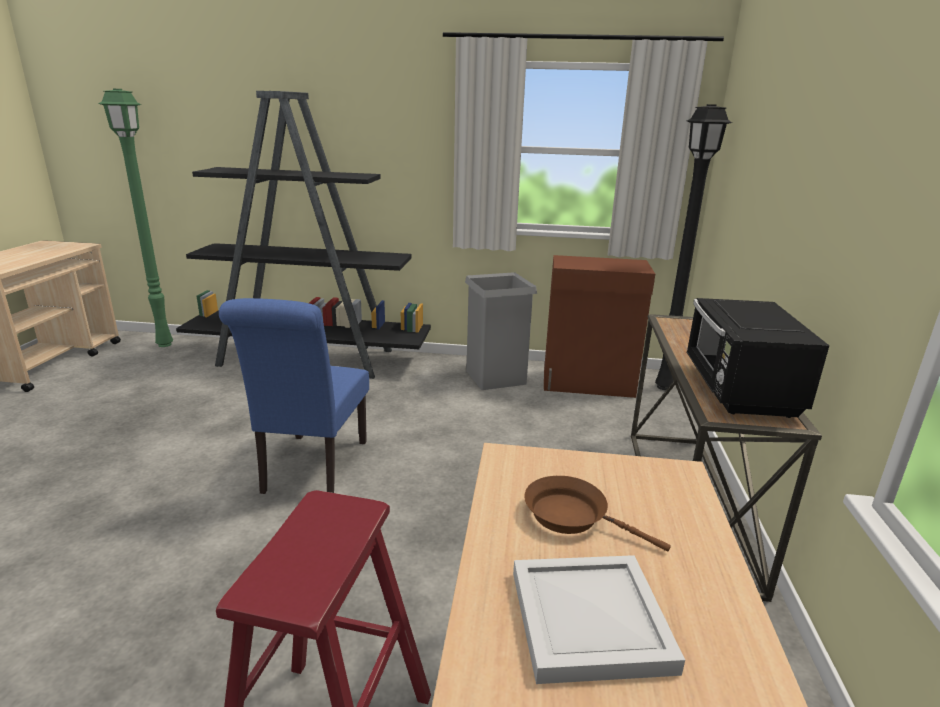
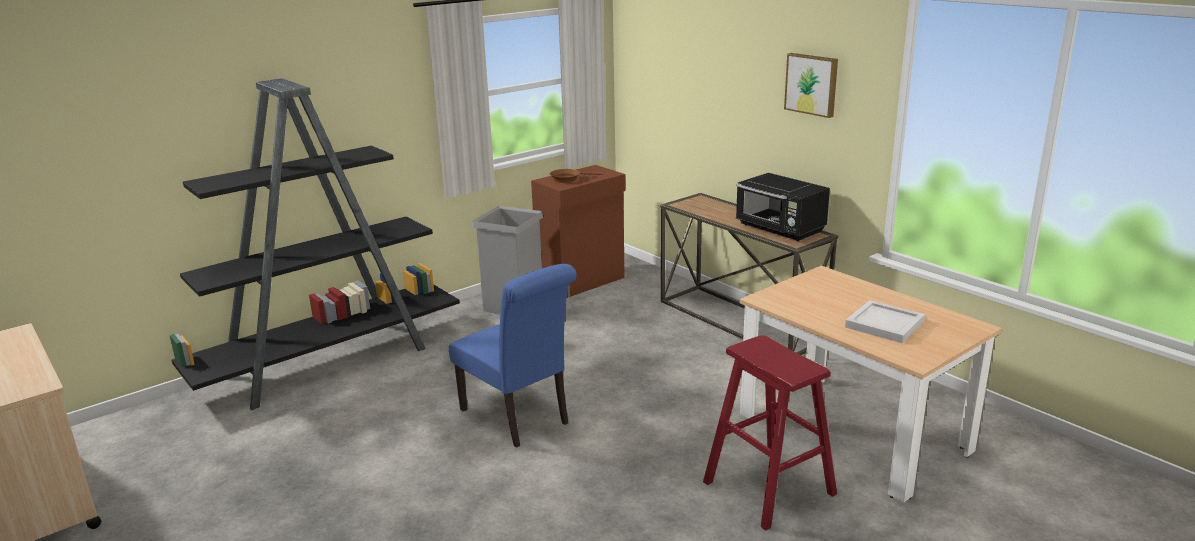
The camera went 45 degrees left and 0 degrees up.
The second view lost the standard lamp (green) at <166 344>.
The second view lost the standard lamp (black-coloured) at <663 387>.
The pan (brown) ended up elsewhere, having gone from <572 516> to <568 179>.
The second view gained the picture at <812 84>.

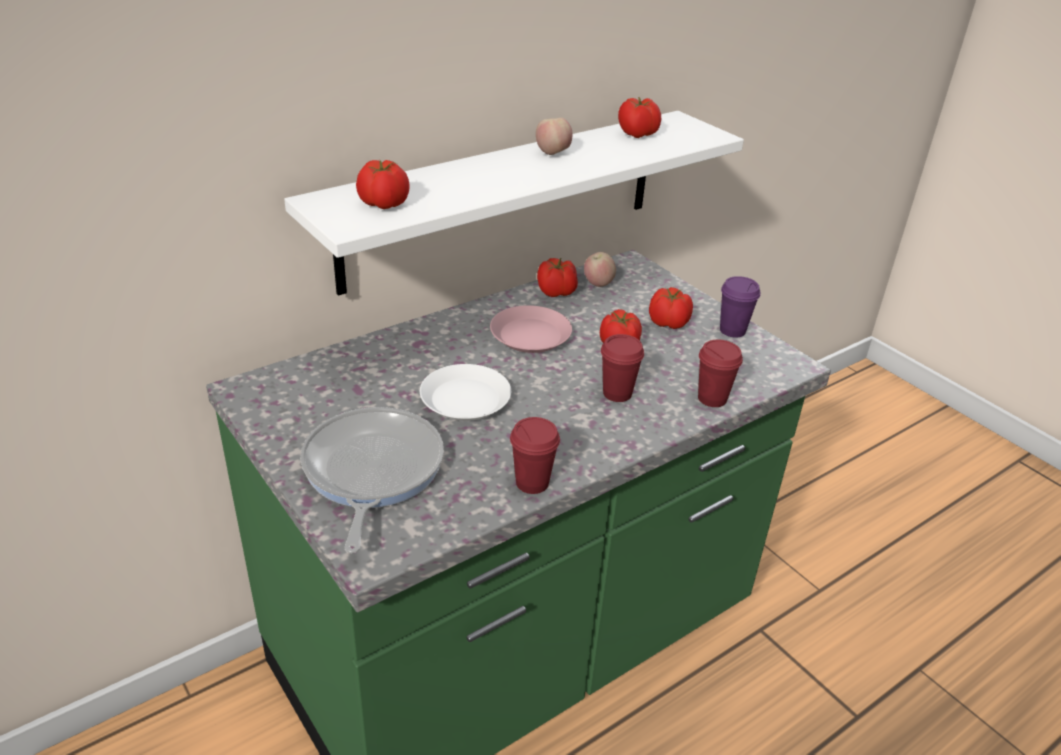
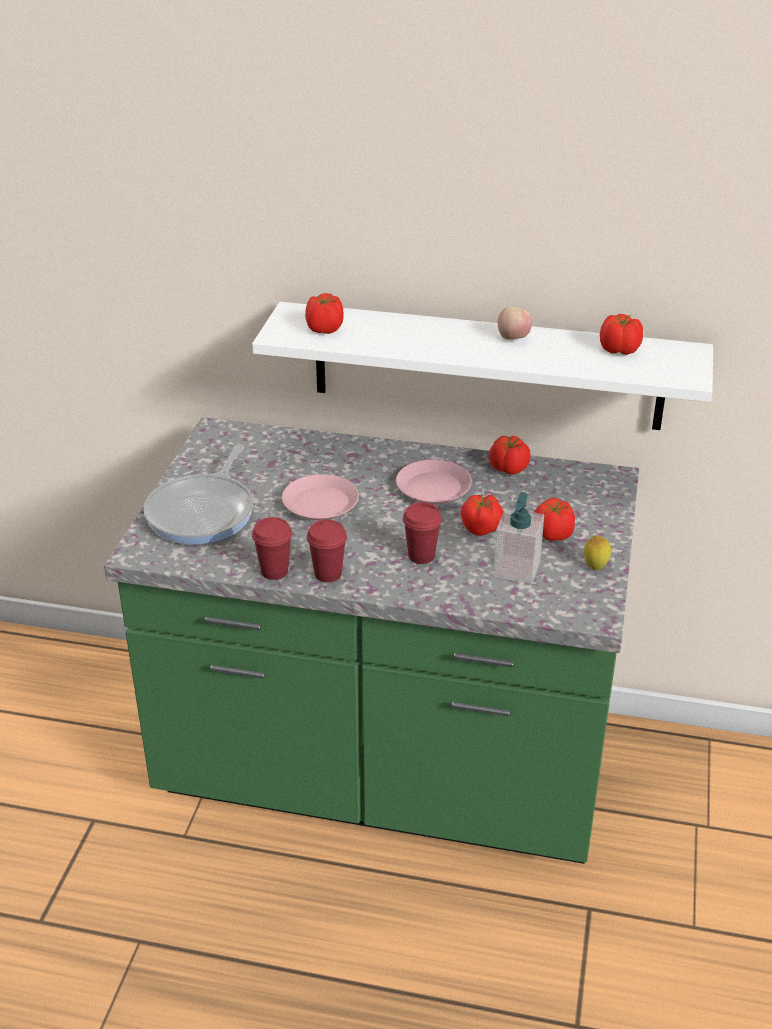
The camera went 50 degrees right and 0 degrees up.
The second view lost the whole apple at <598 284>.
Where the cup (purple) stood at <732 330>, the whole lemon came to stand at <595 567>.
The cup (reddish) ended up elsewhere, having gone from <712 399> to <328 574>.
What was the plate (white-coloured) at <465 399> turned into the plate (pink-coloured) at <321 504>.
The pan at <371 472> ended up facing another way, 150 degrees clockwise from before.
The second view gained the liquid soap bottle at <516 569>.

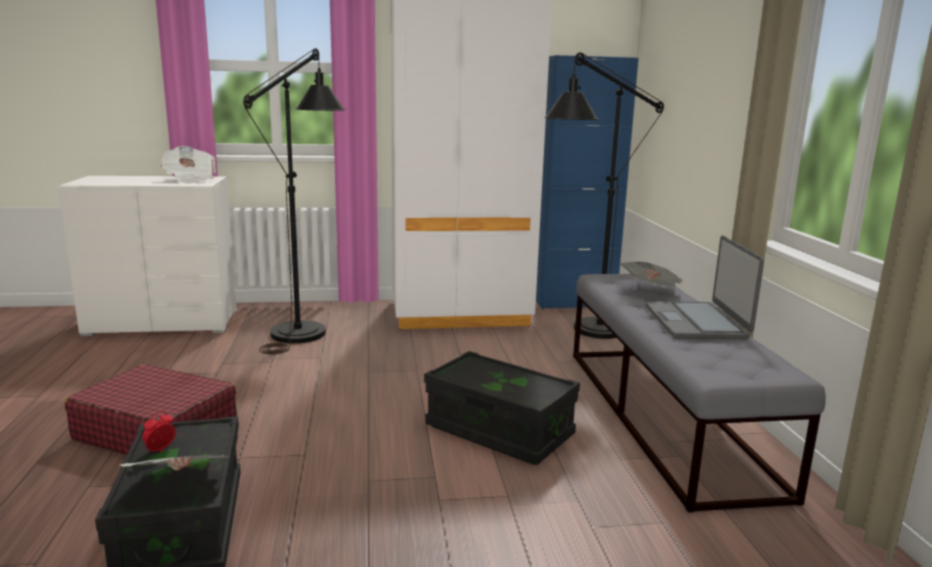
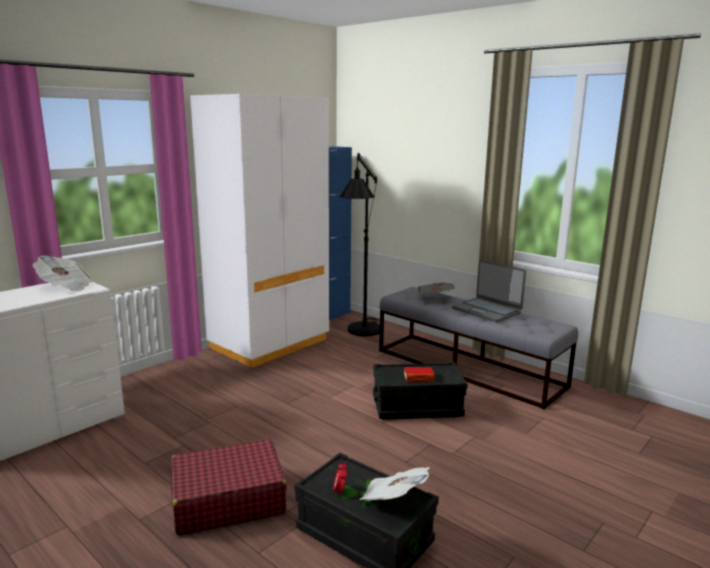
The camera went 40 degrees left and 0 degrees up.
The second view lost the standard lamp (black-coloured) at <306 328>.
The second view gained the bound book at <419 378>.

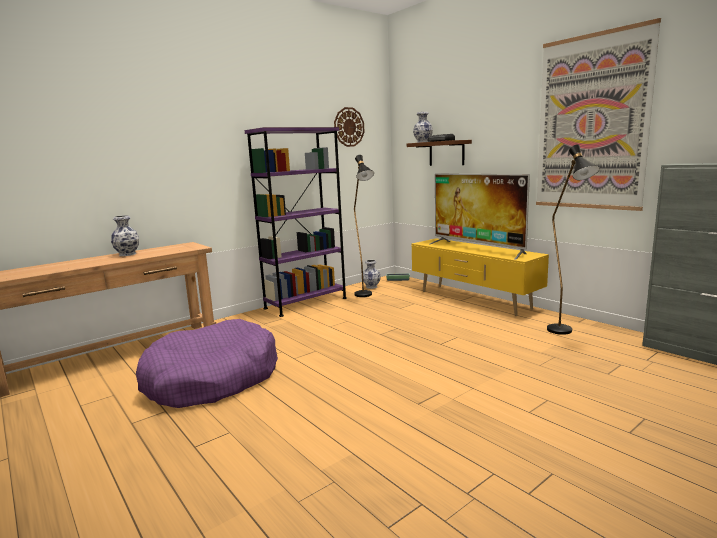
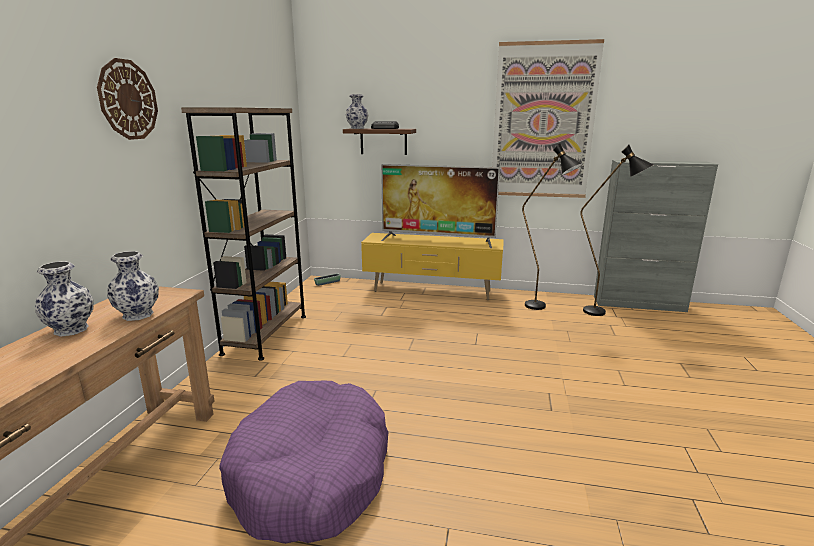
The camera went 40 degrees left and 5 degrees up.
The clock on the wall ended up elsewhere, having gone from <349 127> to <128 100>.
What was the shelving unit (purple) at <306 303> turned into the shelving unit (brown) at <266 334>.
The standard lamp (black-coloured) ended up elsewhere, having gone from <366 296> to <602 313>.
The flower vase ended up elsewhere, having gone from <371 287> to <137 315>.

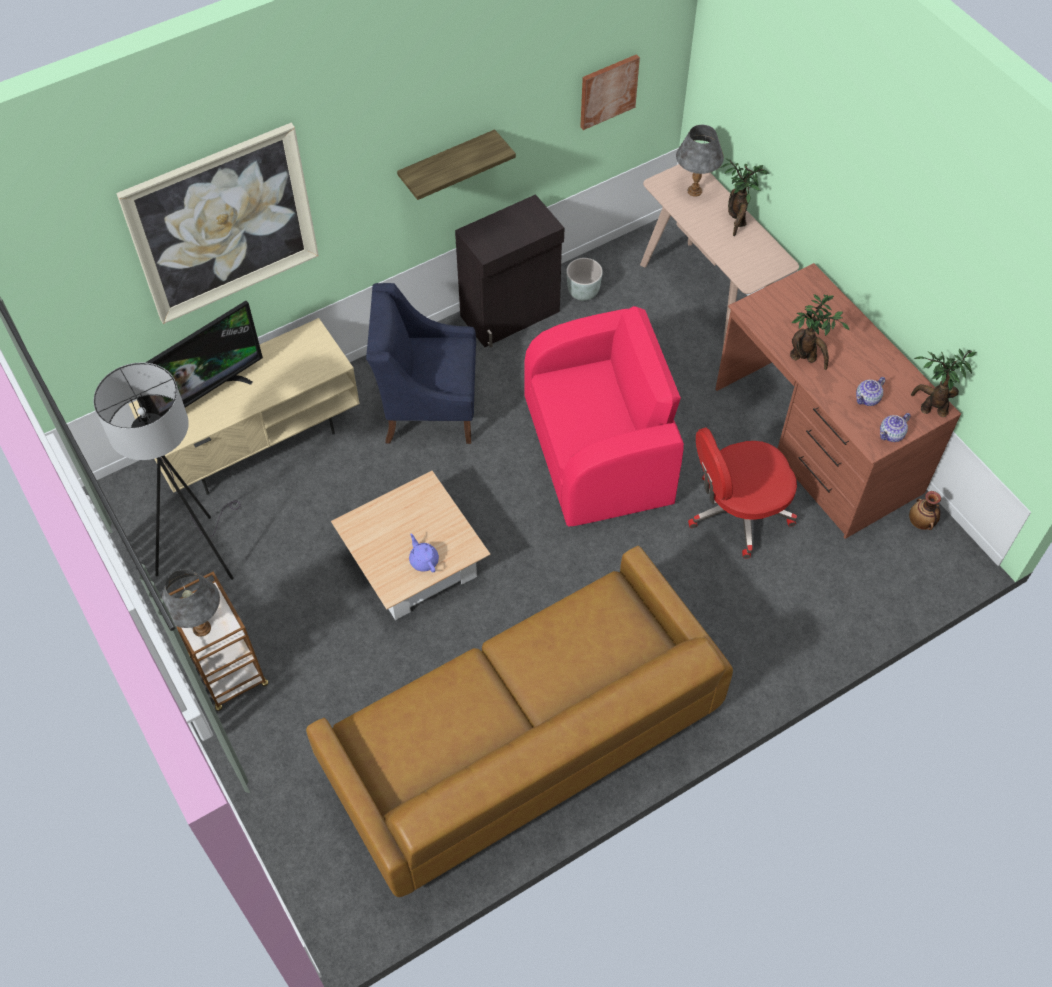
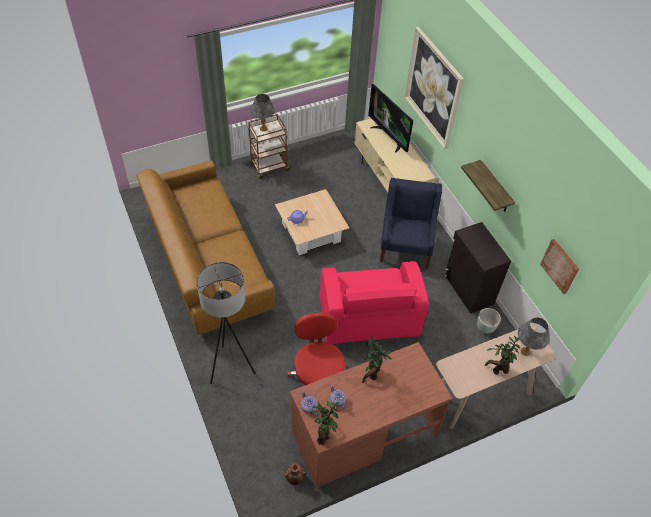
The camera went 95 degrees right and 5 degrees down.
The standard lamp (gray) ended up elsewhere, having gone from <200 551> to <233 368>.

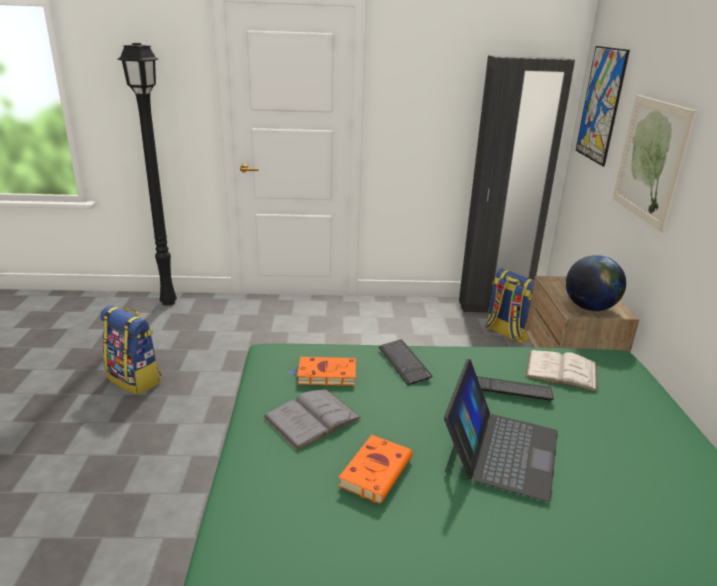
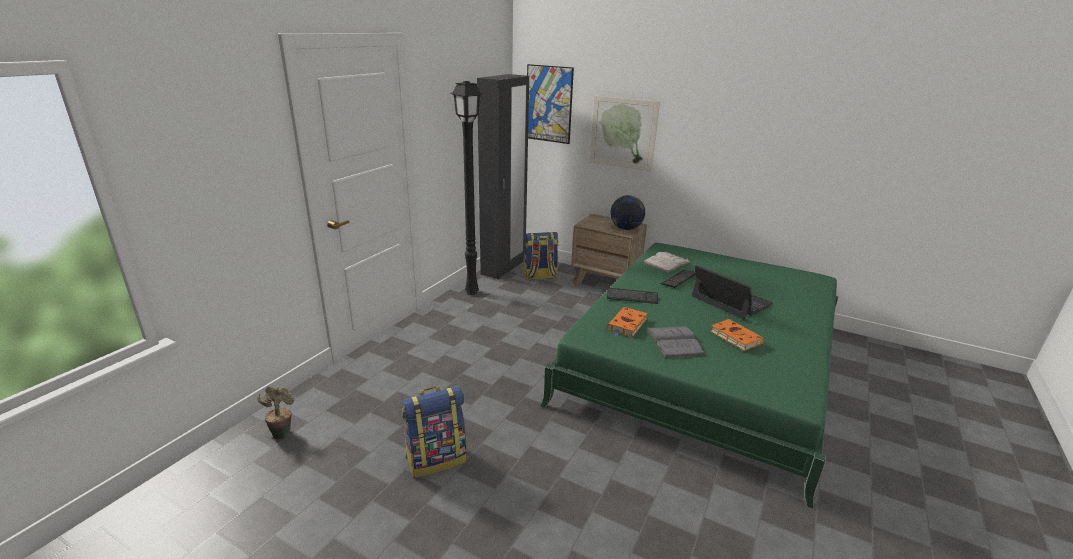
The camera went 60 degrees left and 0 degrees up.
The standard lamp (black-coloured) ended up elsewhere, having gone from <170 302> to <472 292>.
The second view gained the plant in a pot at <282 432>.

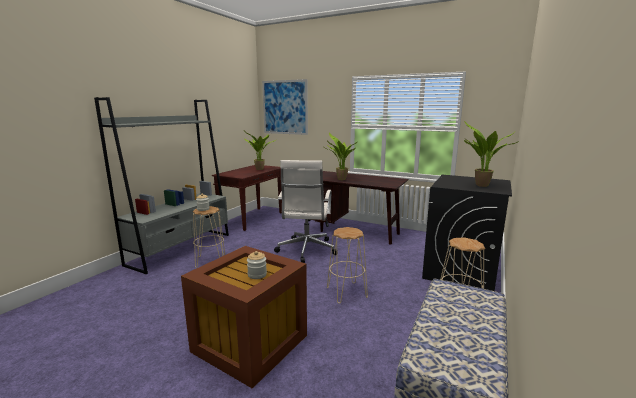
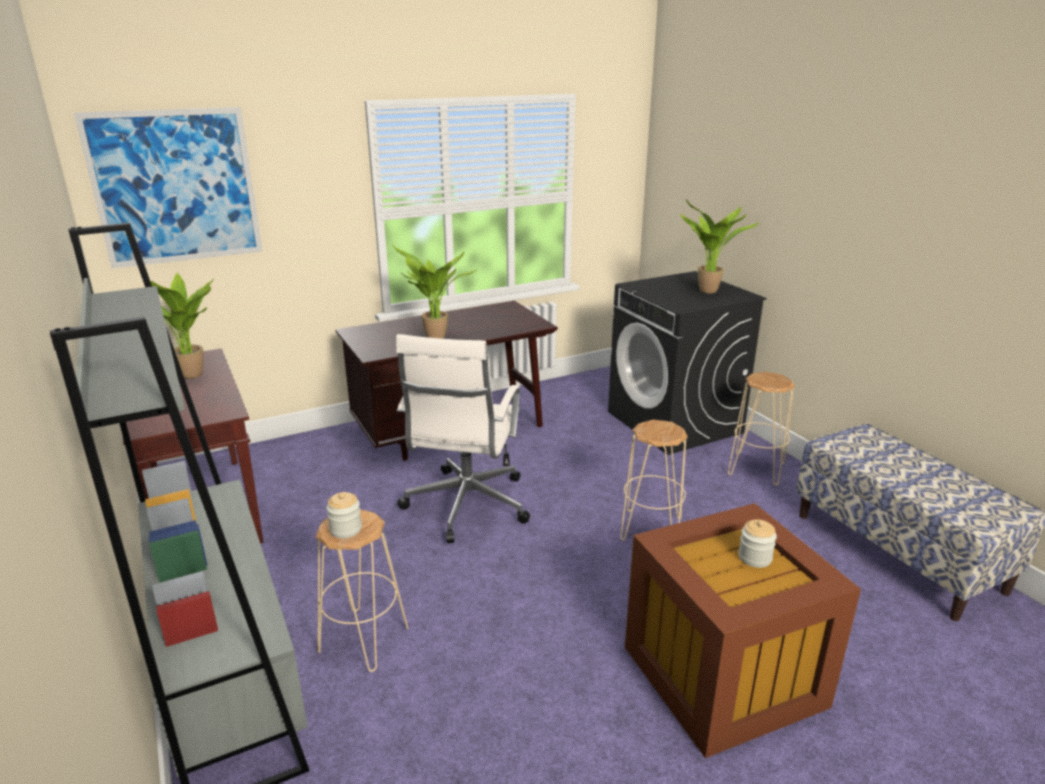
The camera went 55 degrees left and 10 degrees up.
The computer chair (white-coloured) at <306 250> ended up facing another way, 60 degrees clockwise from before.

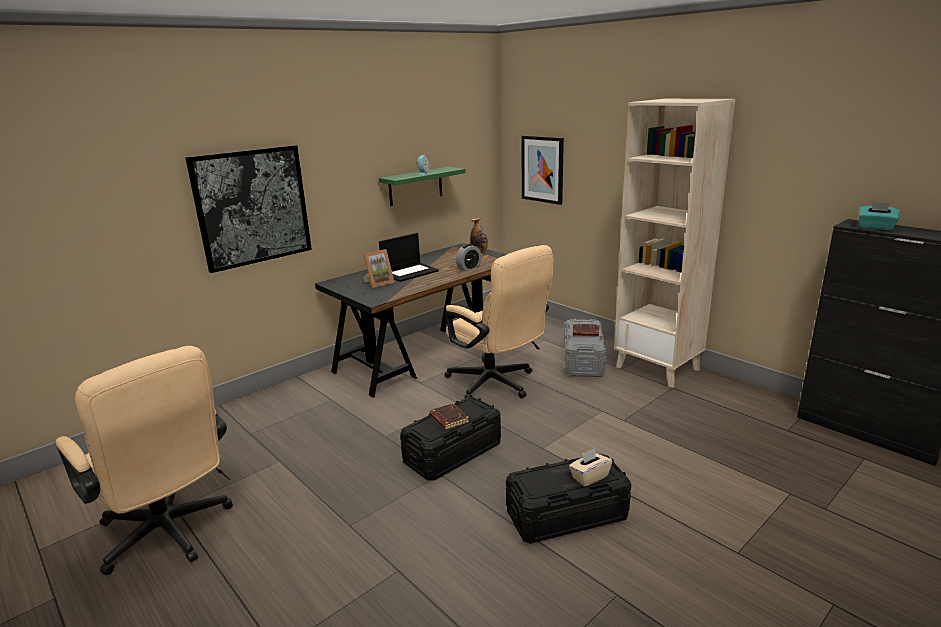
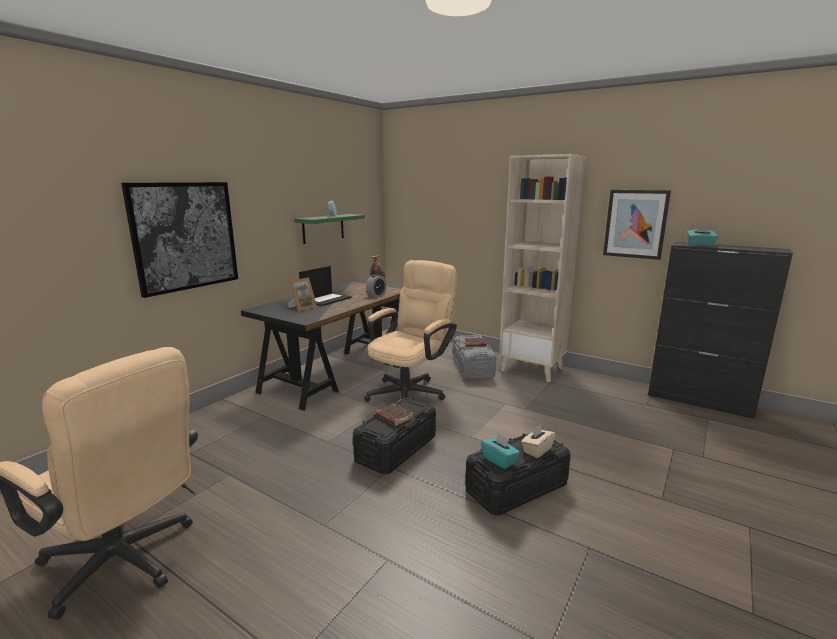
The camera went 15 degrees left and 5 degrees down.
The picture ended up elsewhere, having gone from <542 169> to <635 224>.
The computer chair (beige-coloured) at <496 385> ended up facing another way, 90 degrees counterclockwise from before.
The second view gained the tissue box (turquoise) at <499 460>.

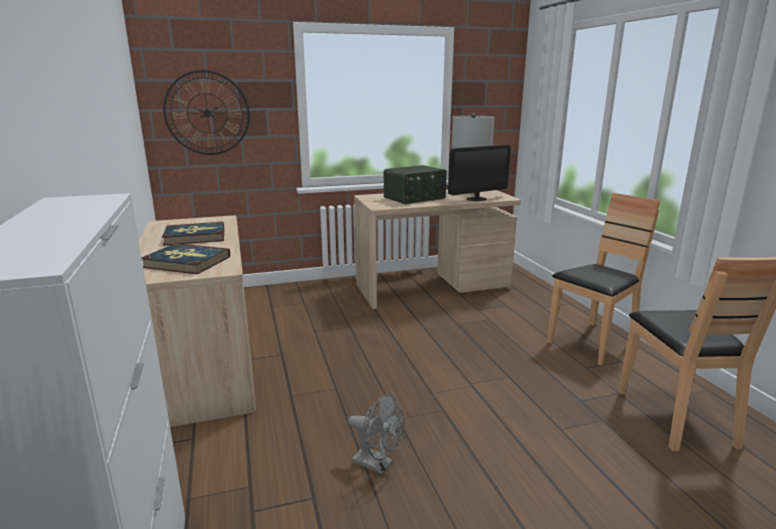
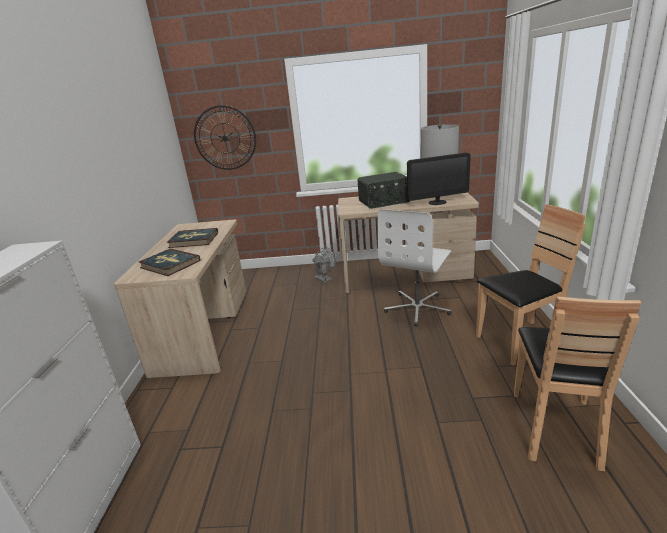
The camera went 20 degrees right and 5 degrees up.
The fan (gray) ended up elsewhere, having gone from <378 464> to <325 280>.
The second view gained the computer chair (white-coloured) at <418 308>.

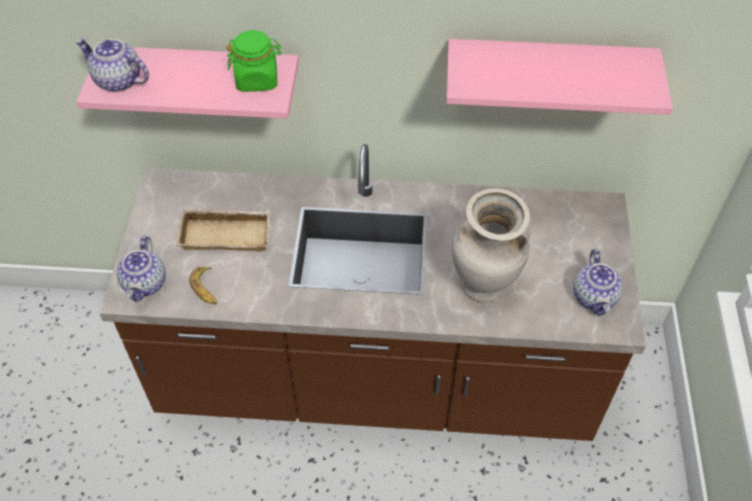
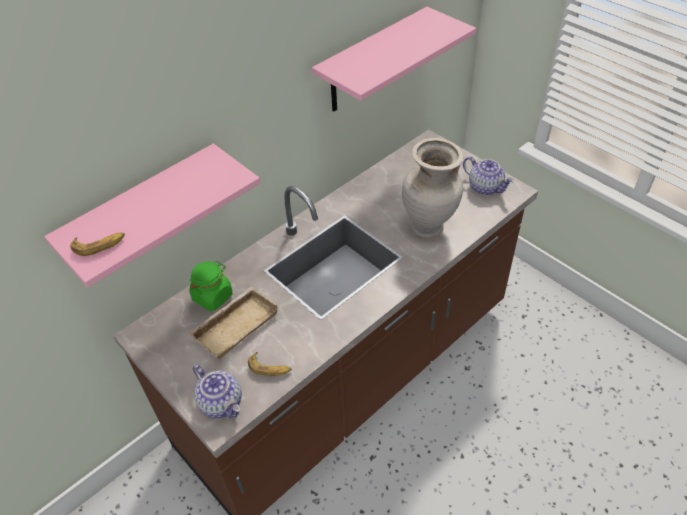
The camera went 45 degrees left and 5 degrees down.
The preserve jar (green) ended up elsewhere, having gone from <257 79> to <213 296>.
Where the teapot stood at <117 81>, the banana came to stand at <99 245>.

